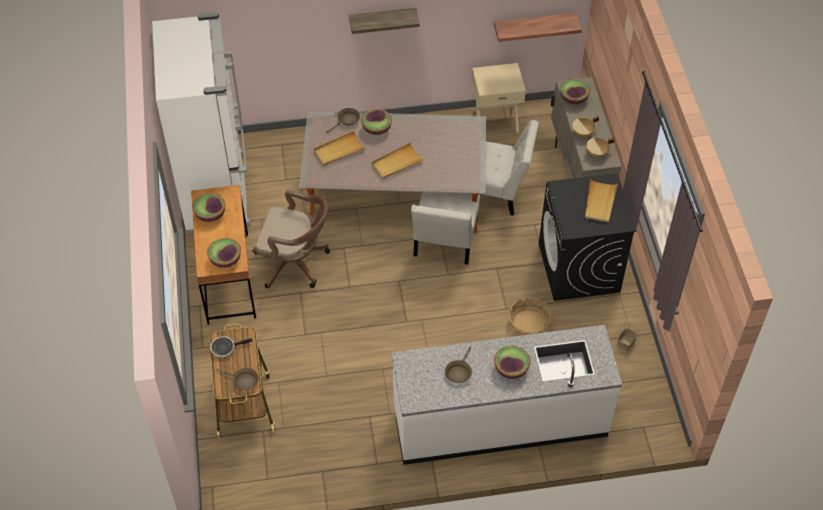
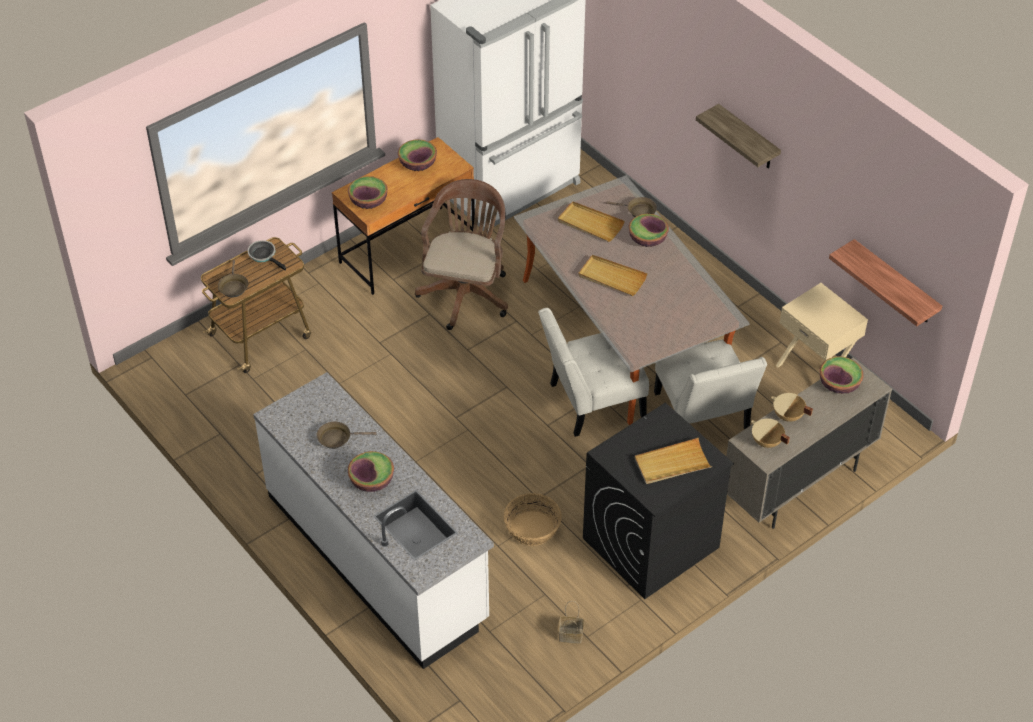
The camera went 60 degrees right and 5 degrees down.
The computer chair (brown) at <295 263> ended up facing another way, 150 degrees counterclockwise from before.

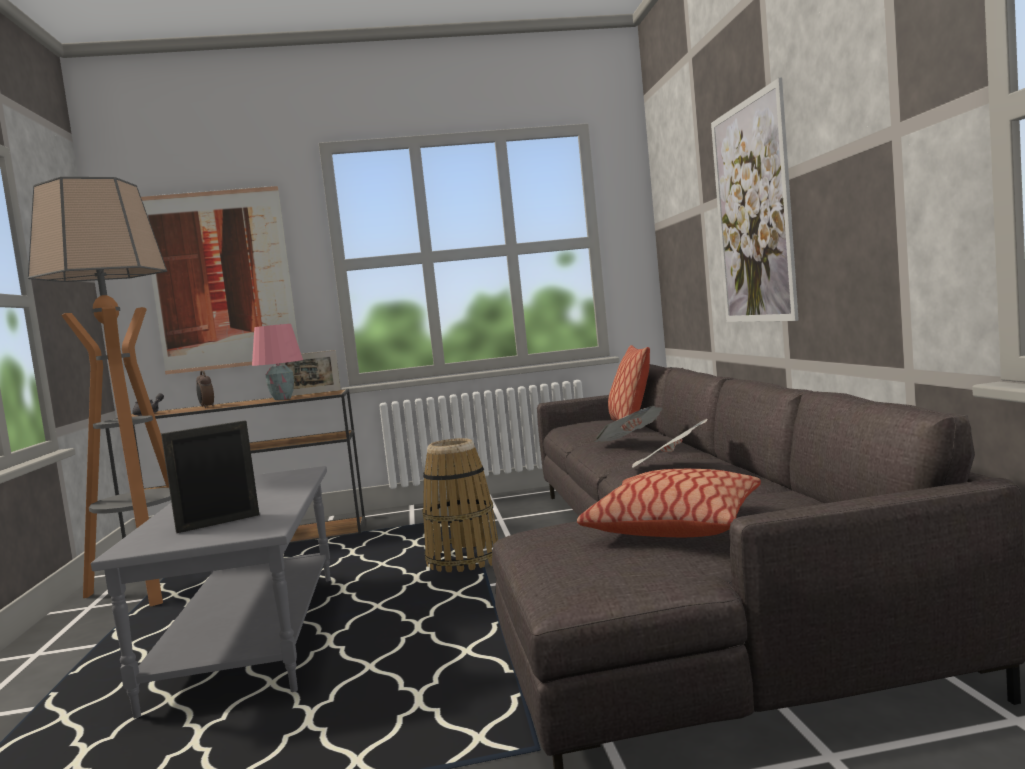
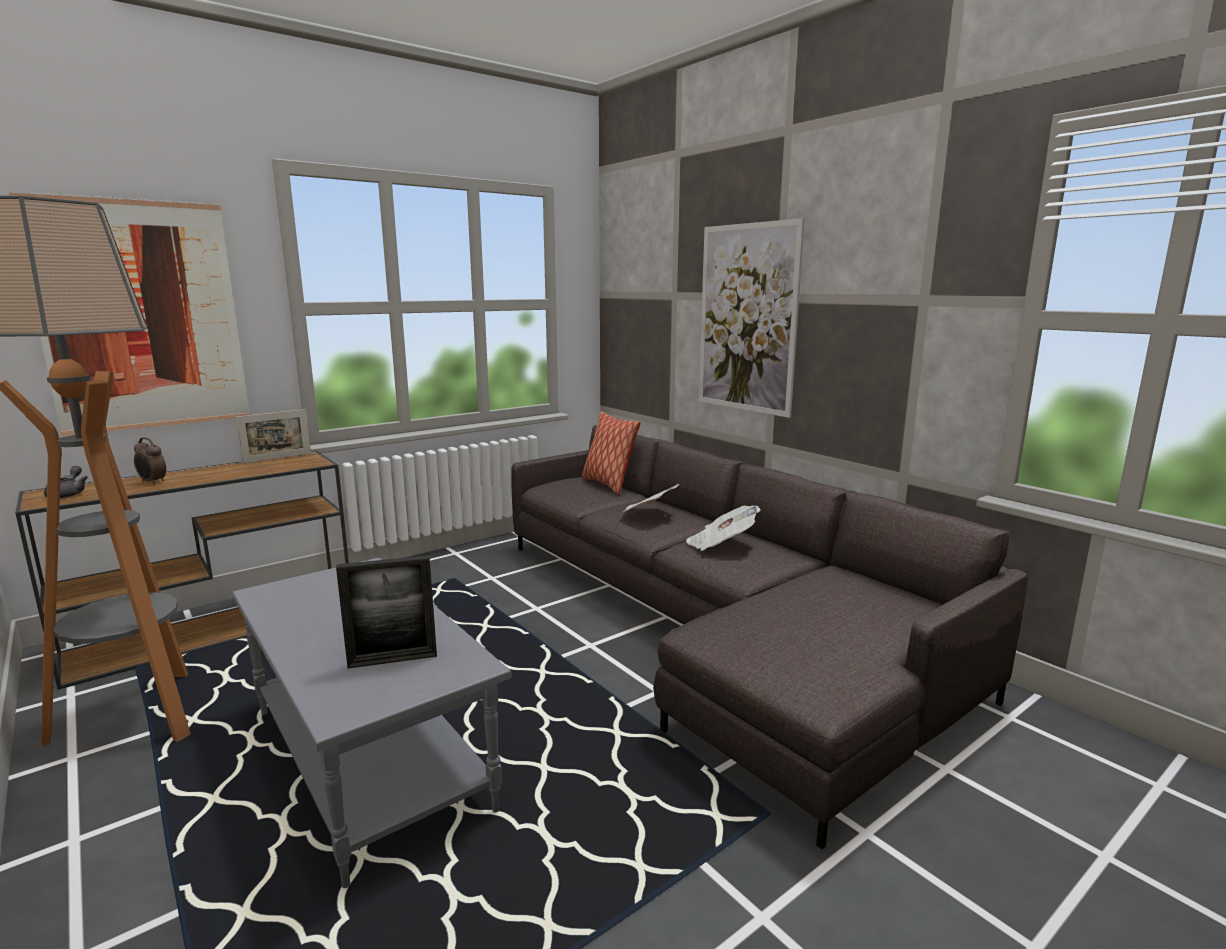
The camera went 30 degrees left and 10 degrees up.
The second view lost the table lamp (pink-coloured) at <282 399>.
The photo frame at <218 523> ended up facing another way, 135 degrees counterclockwise from before.
The second view lost the household basket at <464 560>.
The second view lost the cushion at <674 525>.

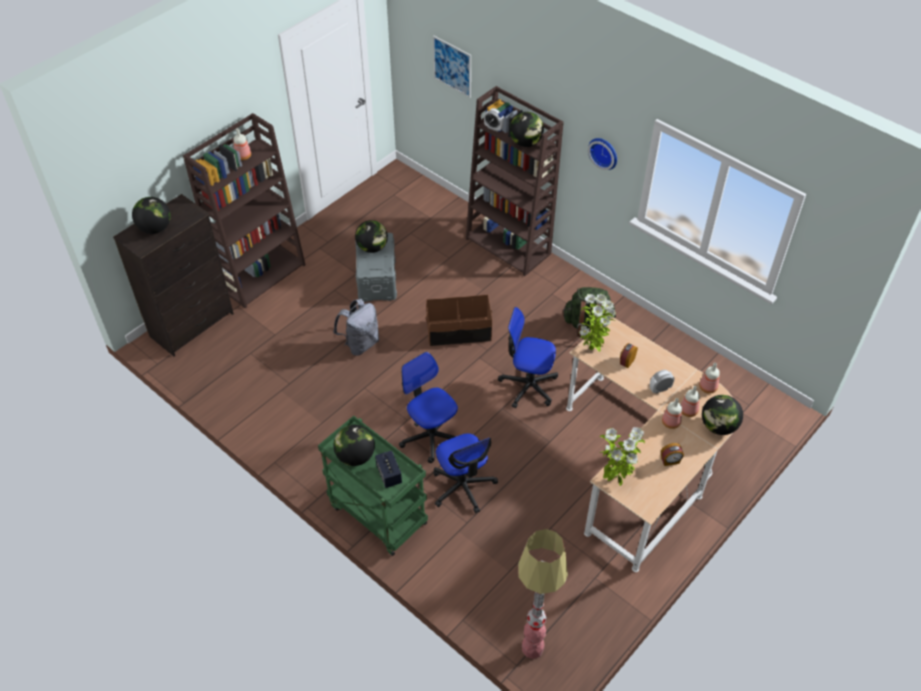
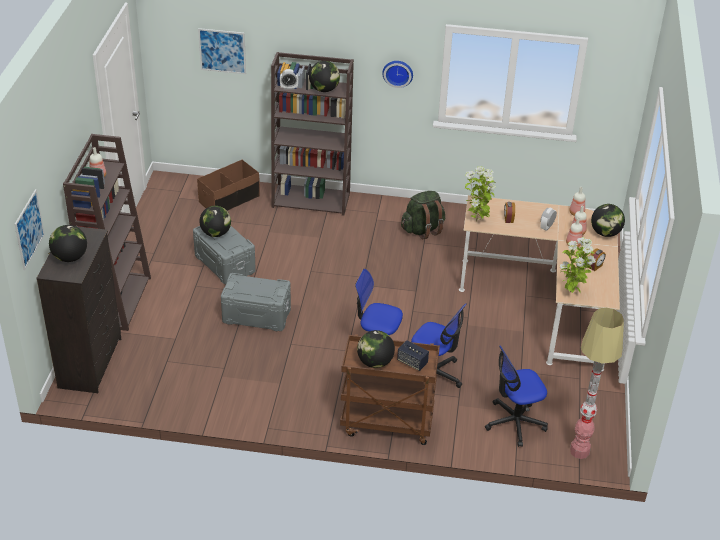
The camera went 35 degrees left and 10 degrees down.
The storage bin (brown) ended up elsewhere, having gone from <459 331> to <229 199>.
Where the backpack (gray) stood at <360 344>, the storage bin (gray) came to stand at <256 315>.
The computer chair ended up elsewhere, having gone from <528 386> to <514 422>.
What was the wheeled cart (green) at <376 514> turned into the wheeled cart (brown) at <386 424>.
The second view gained the picture at <29 229>.

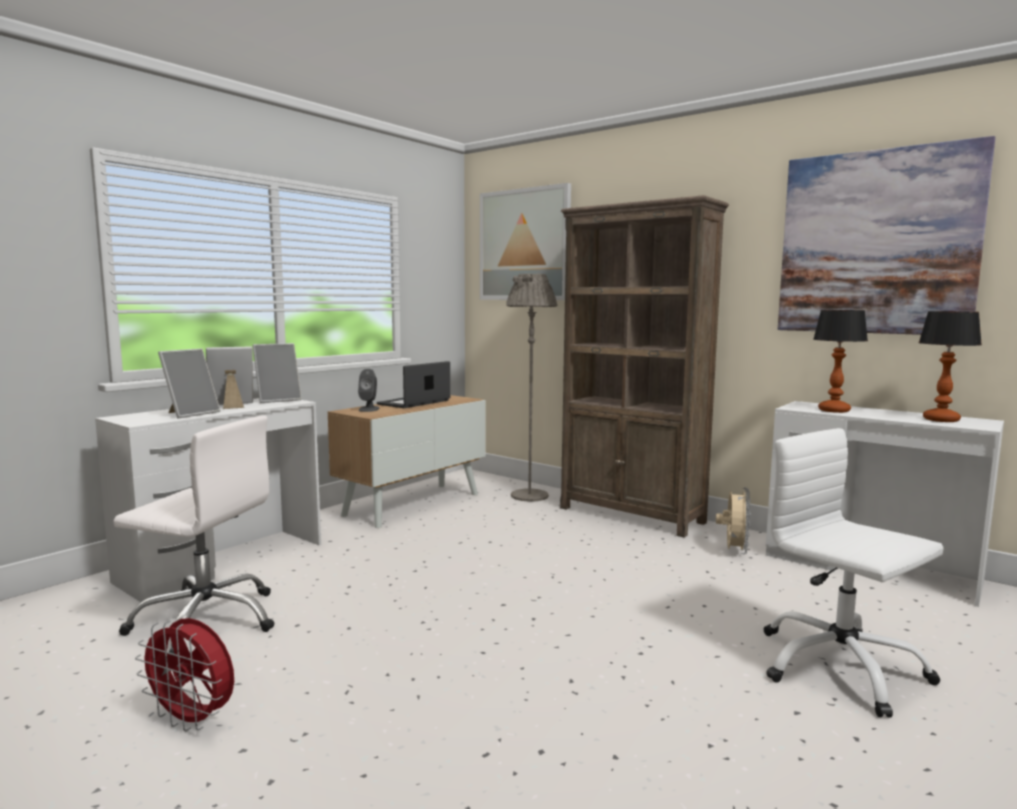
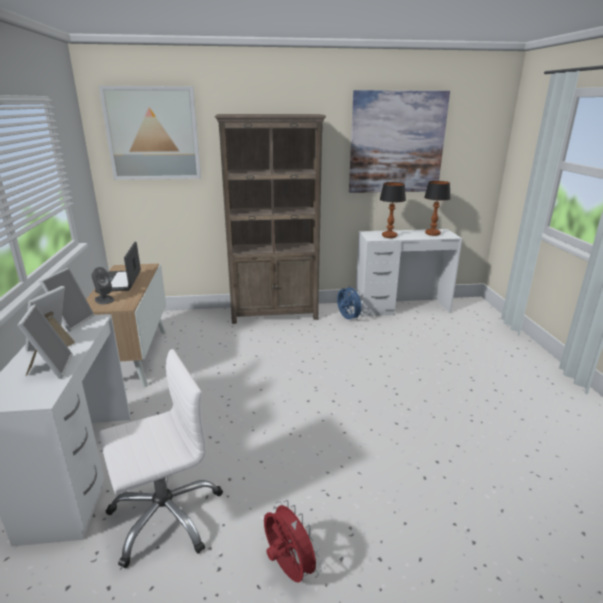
The camera went 45 degrees left and 15 degrees up.
The second view lost the standard lamp (gray) at <529 495>.
The second view lost the computer chair (white-coloured) at <839 667>.
What was the fan (beige-coloured) at <733 551> turned into the fan (blue) at <347 319>.
The fan (reddish) at <193 720> ended up facing another way, 105 degrees counterclockwise from before.

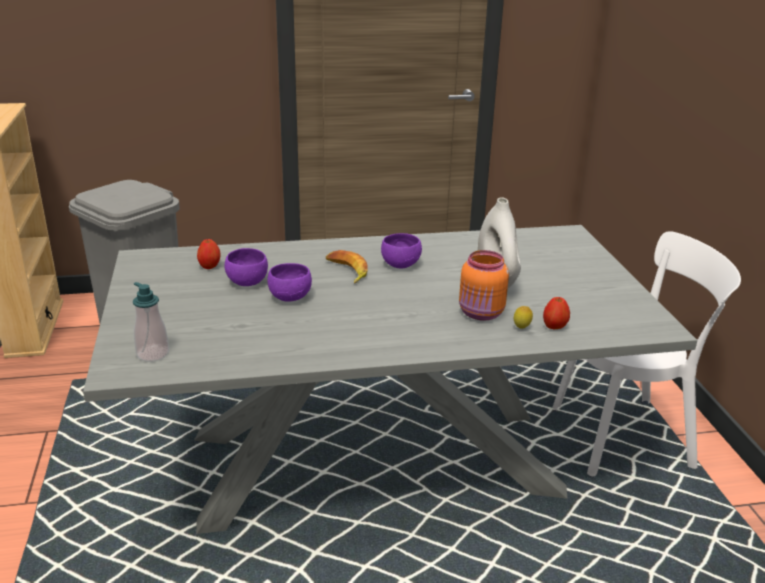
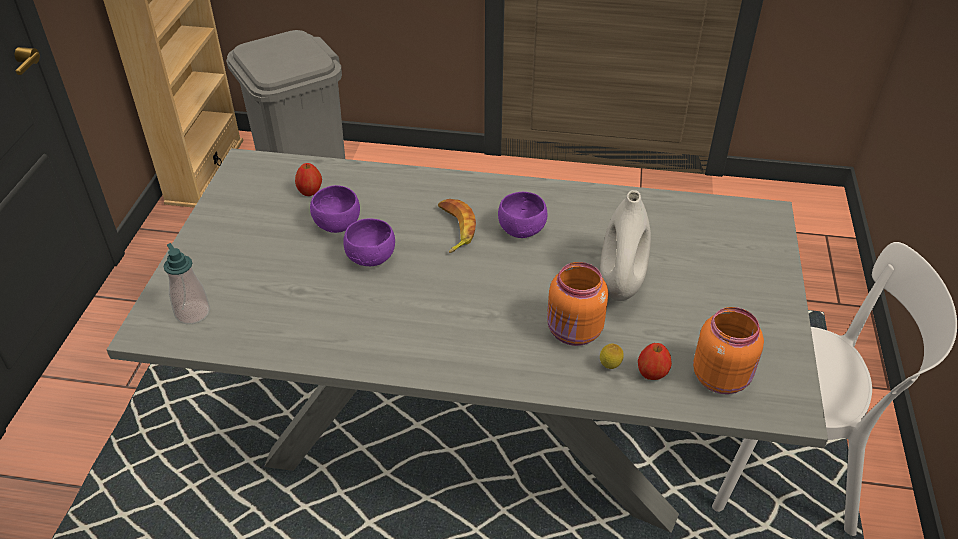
The camera went 20 degrees right and 15 degrees up.
The second view gained the preserve jar (orange-coloured) at <722 377>.

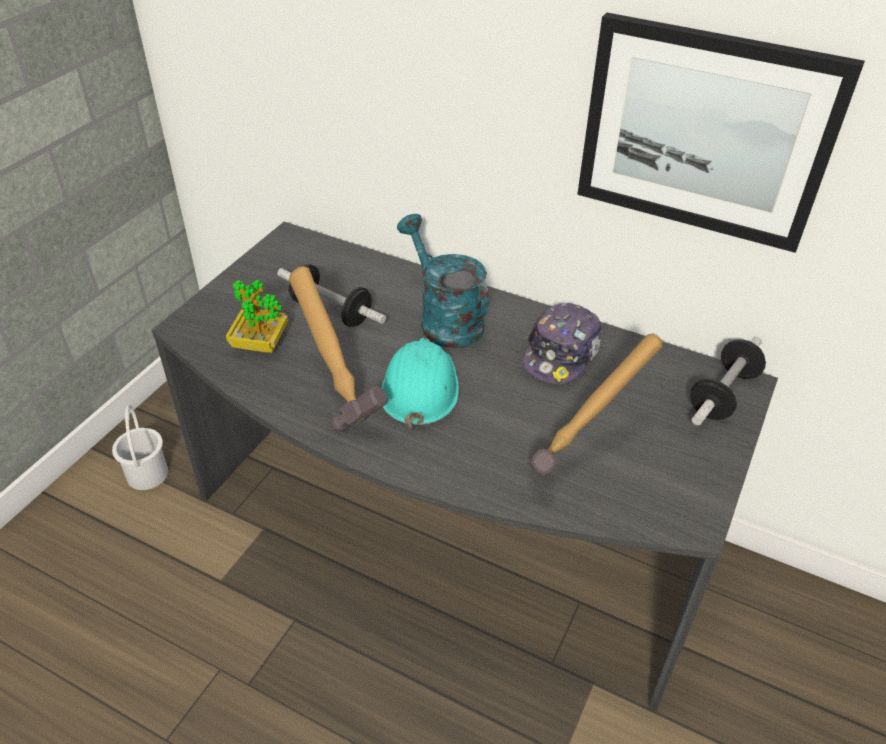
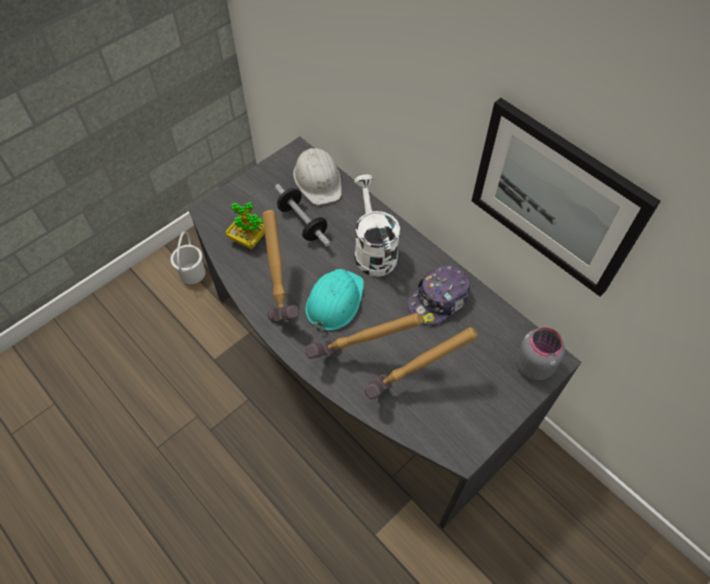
The camera went 20 degrees right and 15 degrees up.
What was the sprinkling can (turquoise) at <444 319> turned into the sprinkling can (white-coloured) at <373 250>.
Where the hand weight stood at <722 395>, the preserve jar (gray) came to stand at <533 364>.
The second view gained the hard hat (white-coloured) at <318 180>.
The second view gained the hammer at <362 360>.

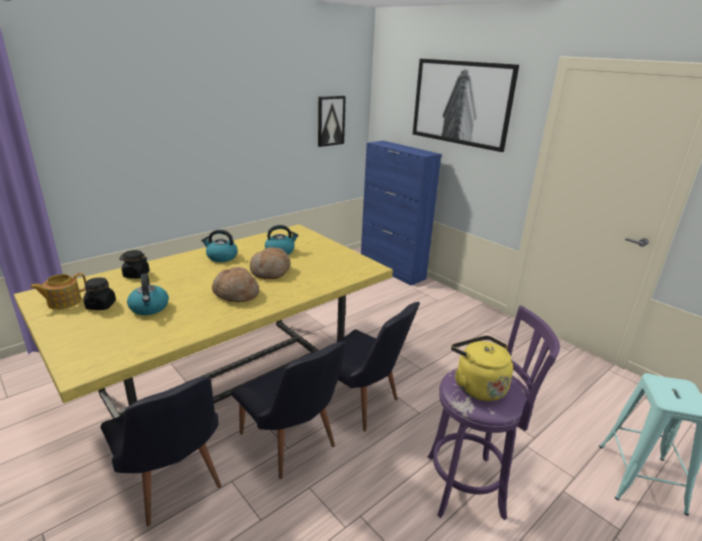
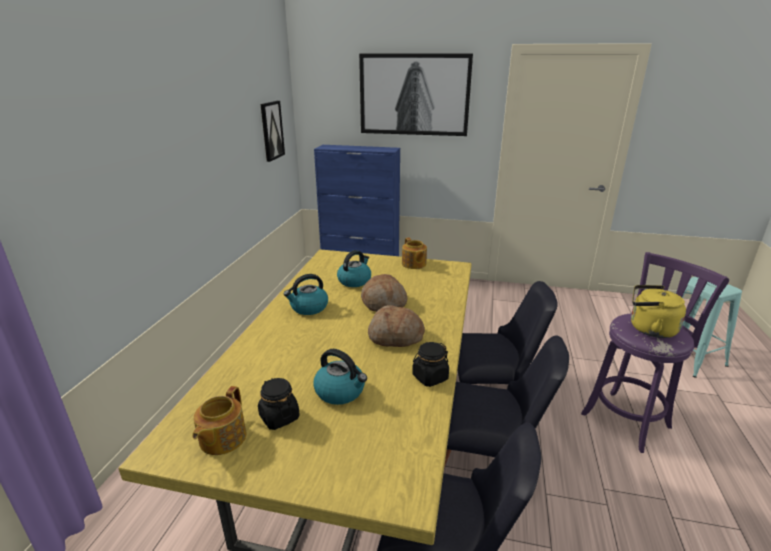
The camera went 35 degrees left and 0 degrees up.
The preserve jar (black-coloured) ended up elsewhere, having gone from <136 275> to <430 377>.
The second view gained the teapot at <414 264>.

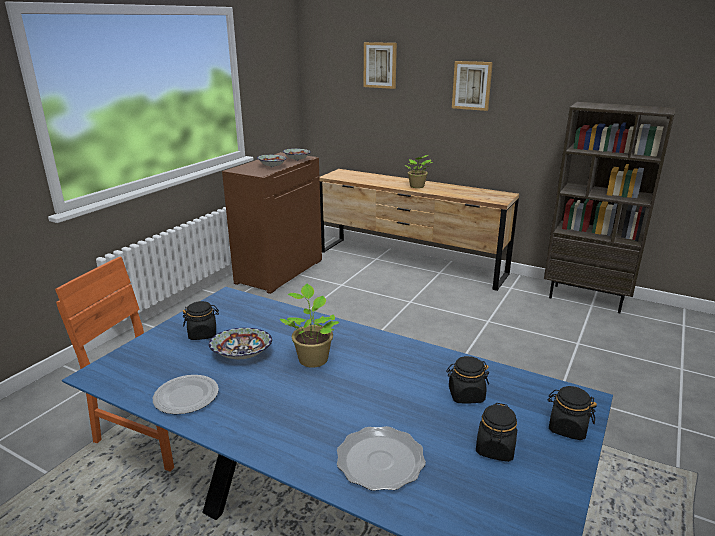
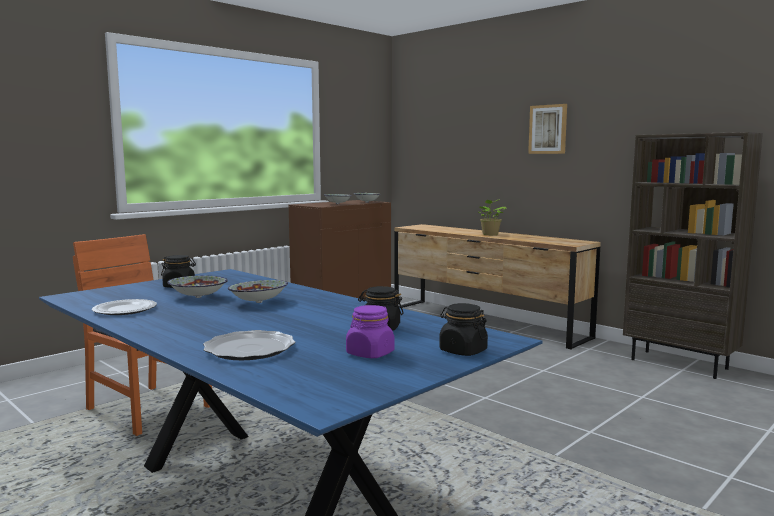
The camera went 15 degrees right and 15 degrees down.
The second view lost the picture at <380 65>.
Where the plant in a pot stood at <312 358>, the bowl came to stand at <259 302>.
What was the preserve jar (black-coloured) at <495 449> turned into the preserve jar (purple) at <370 354>.

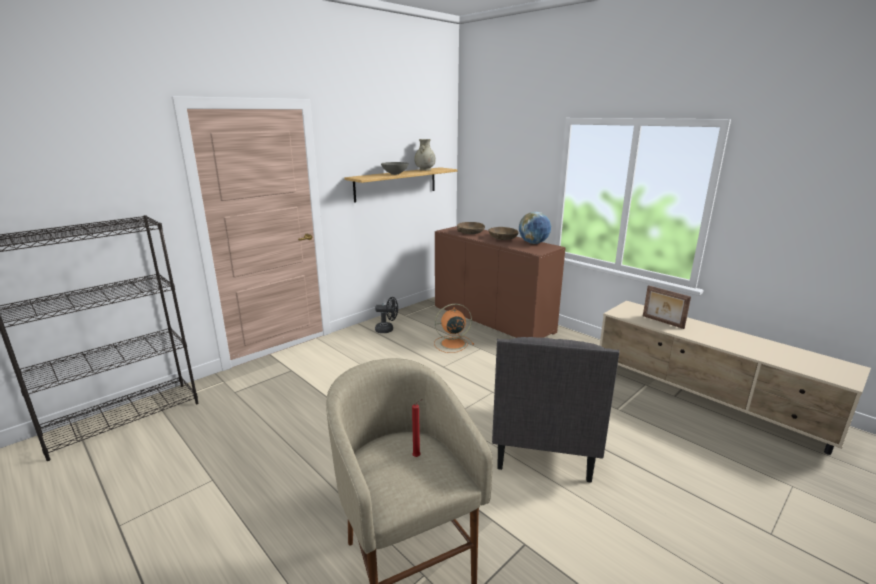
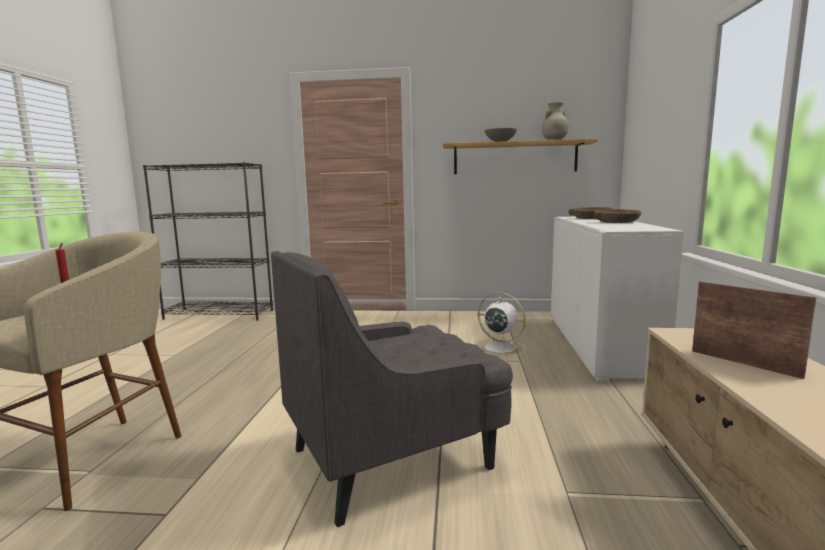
The camera went 50 degrees right and 10 degrees down.
The second view lost the desk globe at <533 243>.
What was the cupboard (brown) at <492 319> turned into the cupboard (white-coloured) at <598 344>.
The photo frame at <662 322> ended up facing another way, 135 degrees clockwise from before.
The second view lost the fan (black-coloured) at <387 330>.
What was the fan (orange-coloured) at <451 343> turned into the fan (white-coloured) at <498 348>.

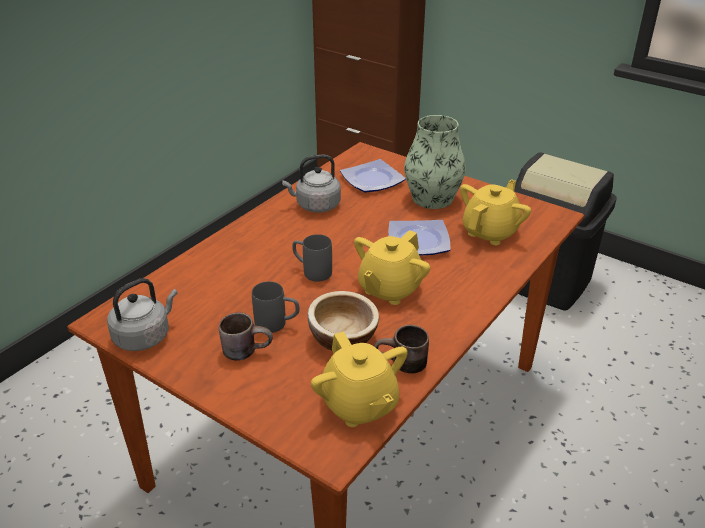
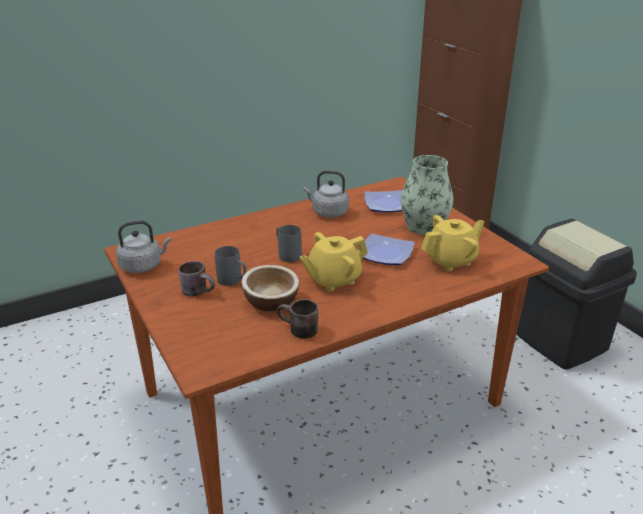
The camera went 25 degrees right and 5 degrees down.
The second view lost the teapot (yellow) at <359 405>.

